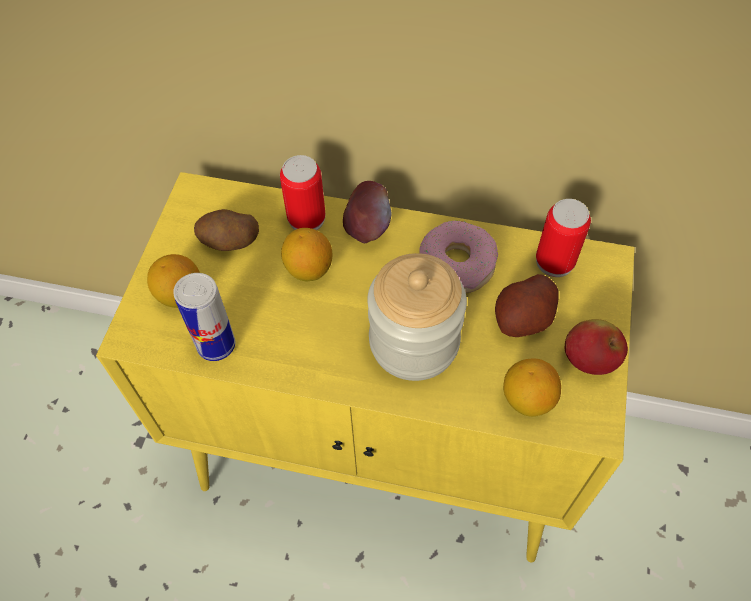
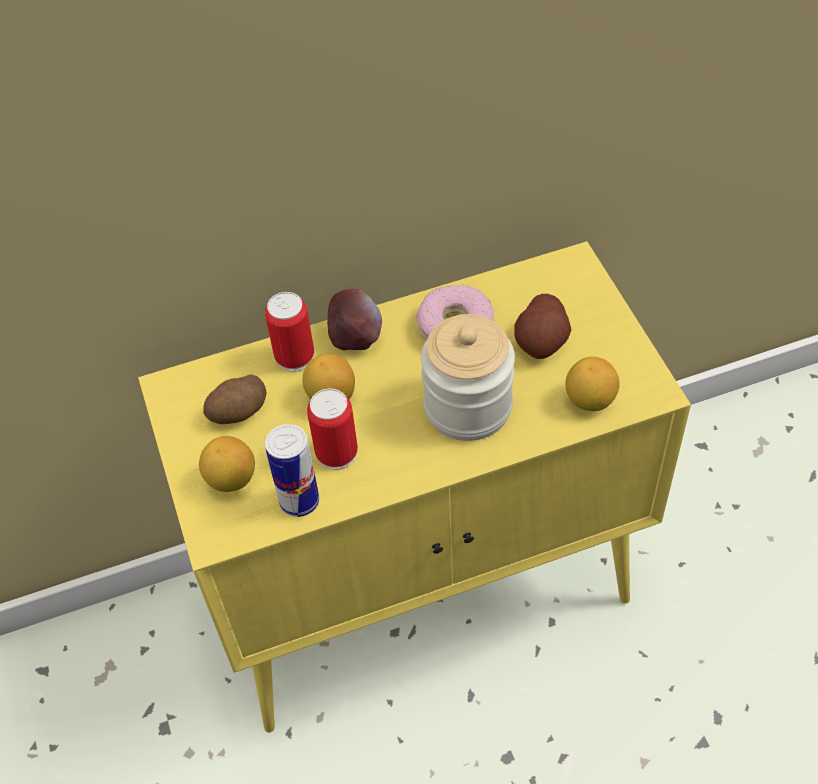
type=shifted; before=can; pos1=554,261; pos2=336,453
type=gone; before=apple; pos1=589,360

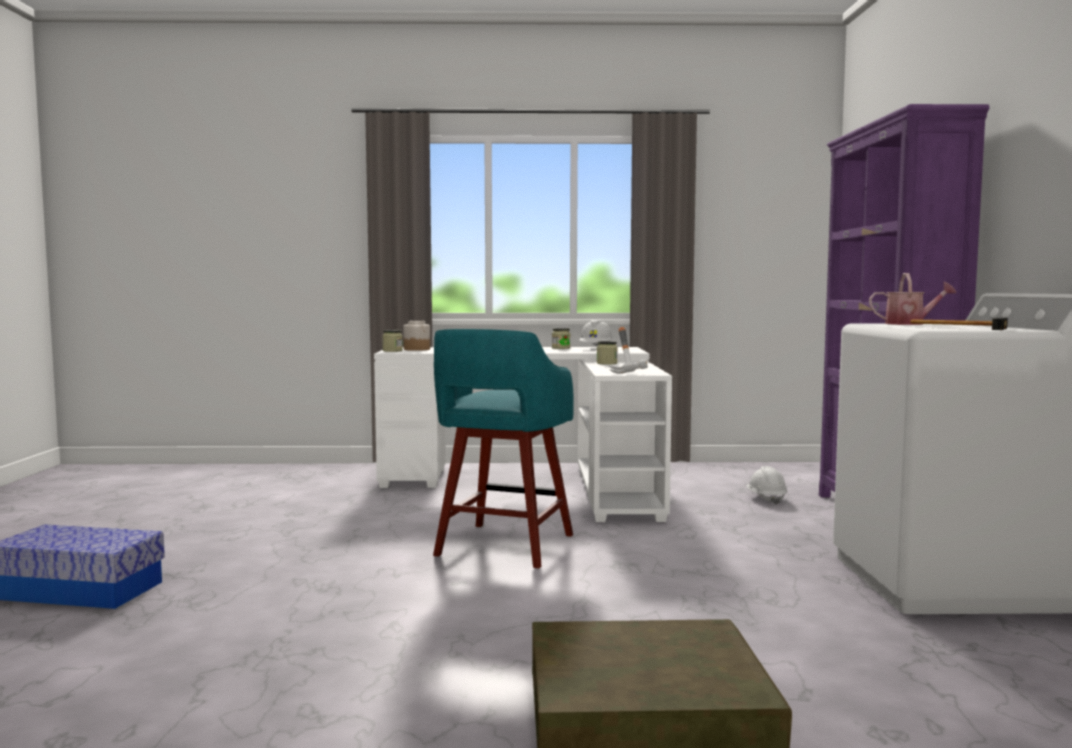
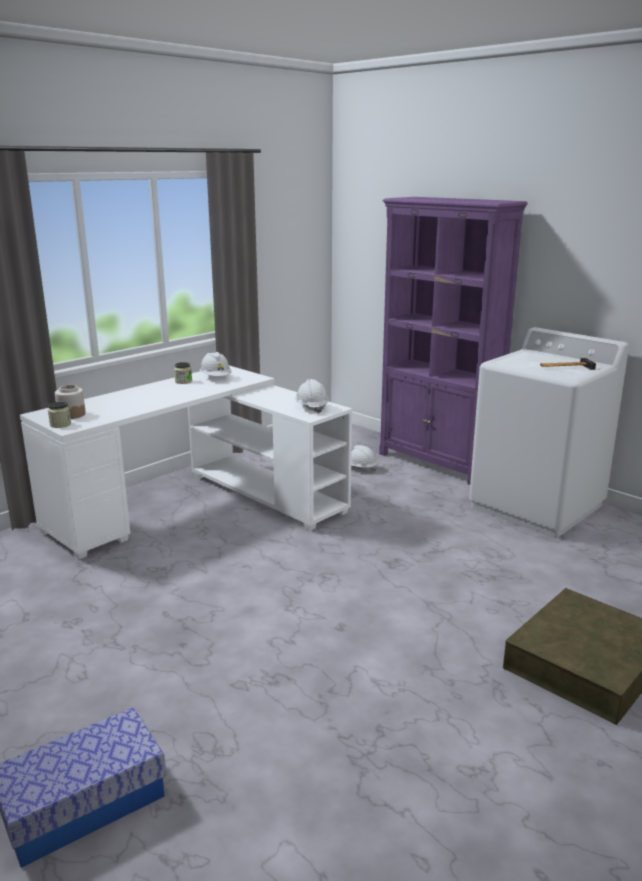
type=swapped; before=hand hammer; after=whitish hard hat; pos1=630,371; pos2=311,407
type=gone; before=turquoise stool; pos1=503,546
type=gone; before=jar; pos1=607,363
type=gone; before=watering pot; pos1=910,324

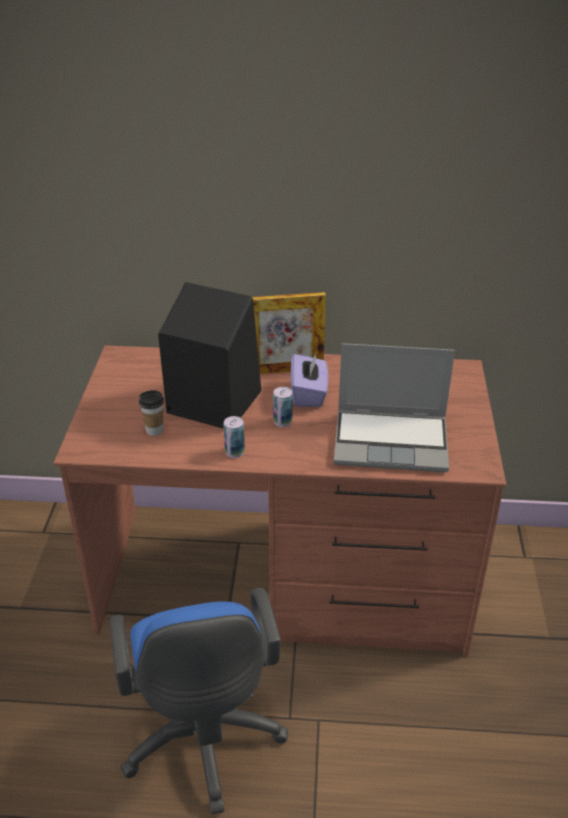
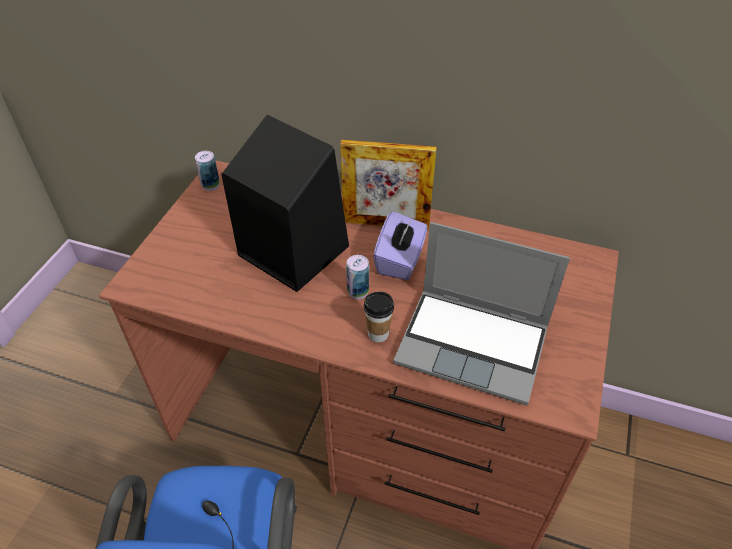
type=shifted; before=can; pos1=234,452; pos2=210,185
type=shifted; before=drinking cup; pos1=154,430; pos2=378,334

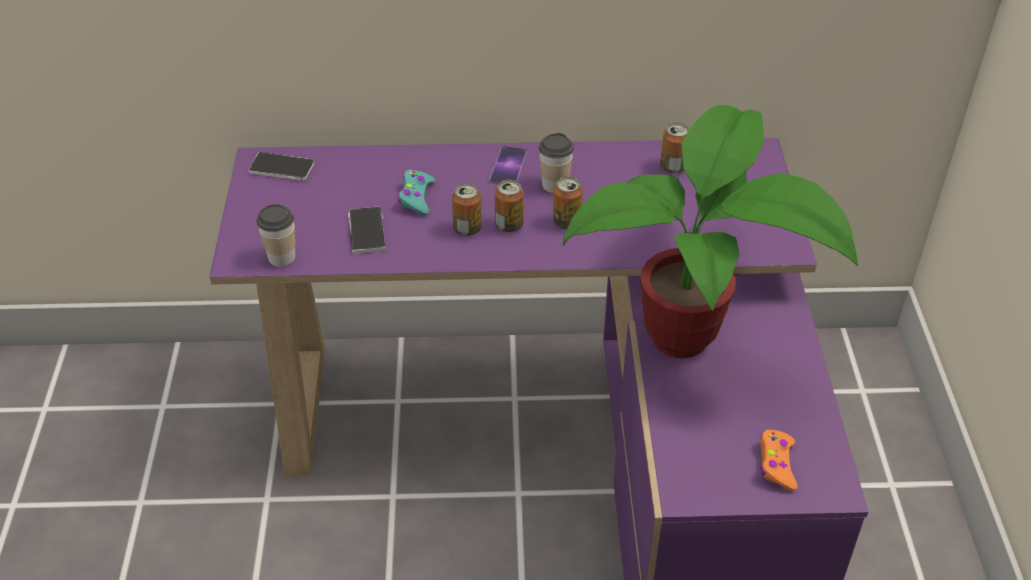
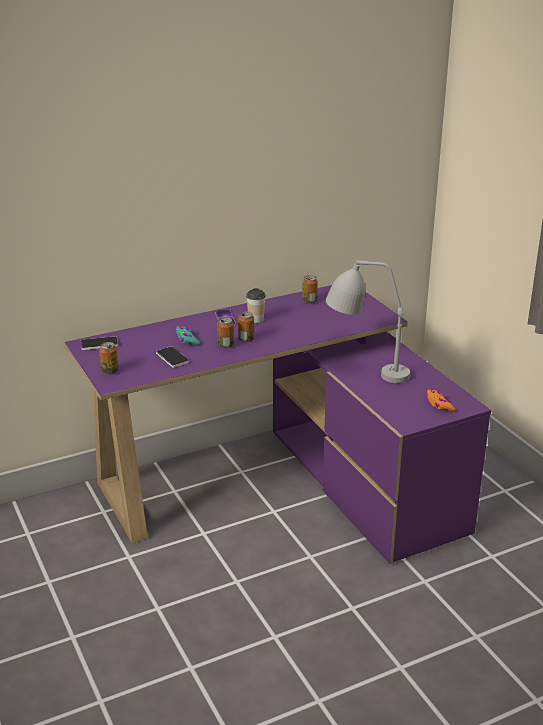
type=shifted; before=can; pos1=567,222; pos2=109,371
type=swapped; before=plant in a pot; after=grey tabletop lamp; pos1=692,341; pos2=363,371
type=gone; before=drinking cup; pos1=282,257

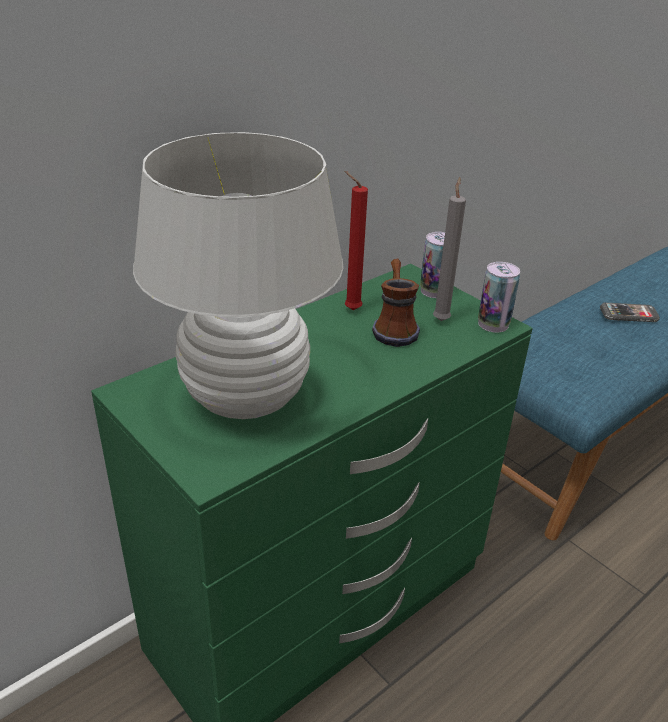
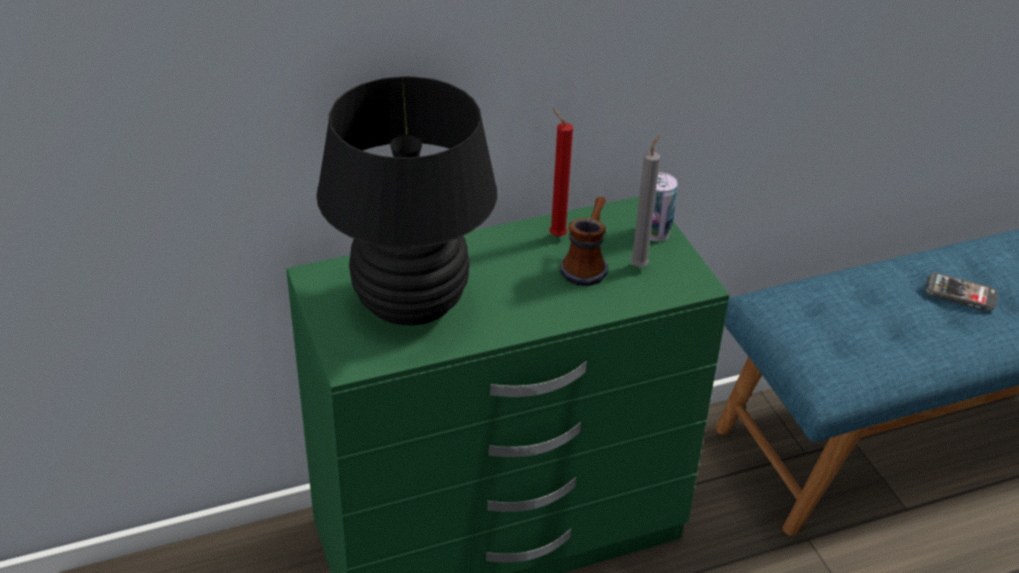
type=repainted; before=whitish tabletop lamp; after=black-coloured tabletop lamp; pos1=245,398; pos2=410,305
type=gone; before=can; pos1=493,324

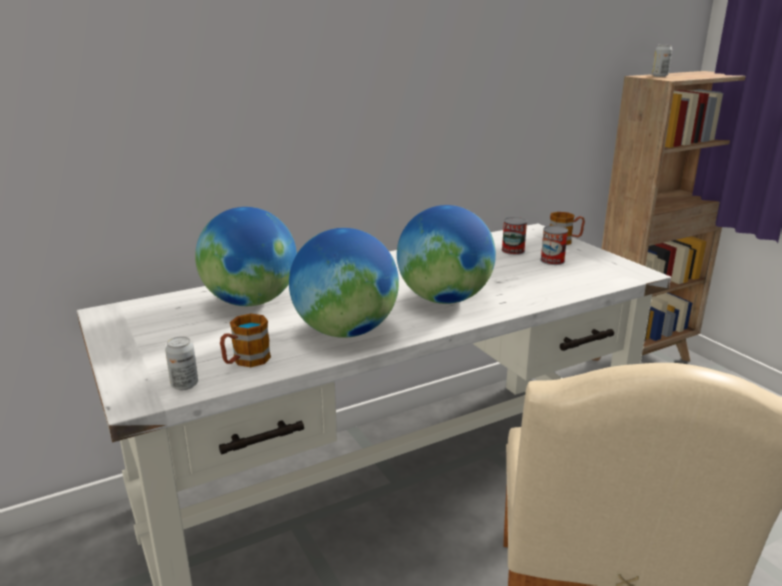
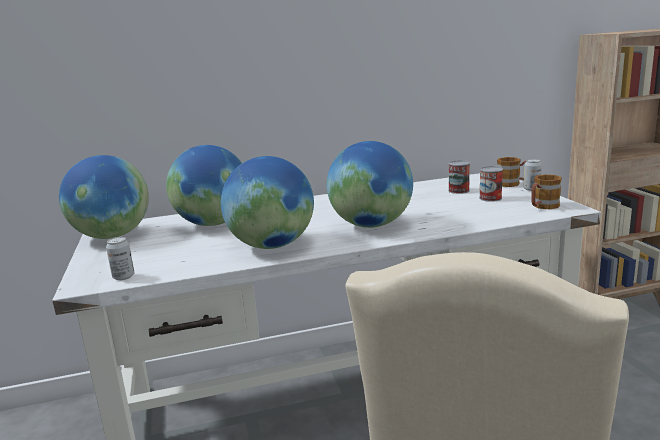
type=new; after=world globe; pos2=112,236
type=shifted; before=can; pos1=659,76; pos2=531,189
type=shifted; before=mug; pos1=245,361; pos2=542,206

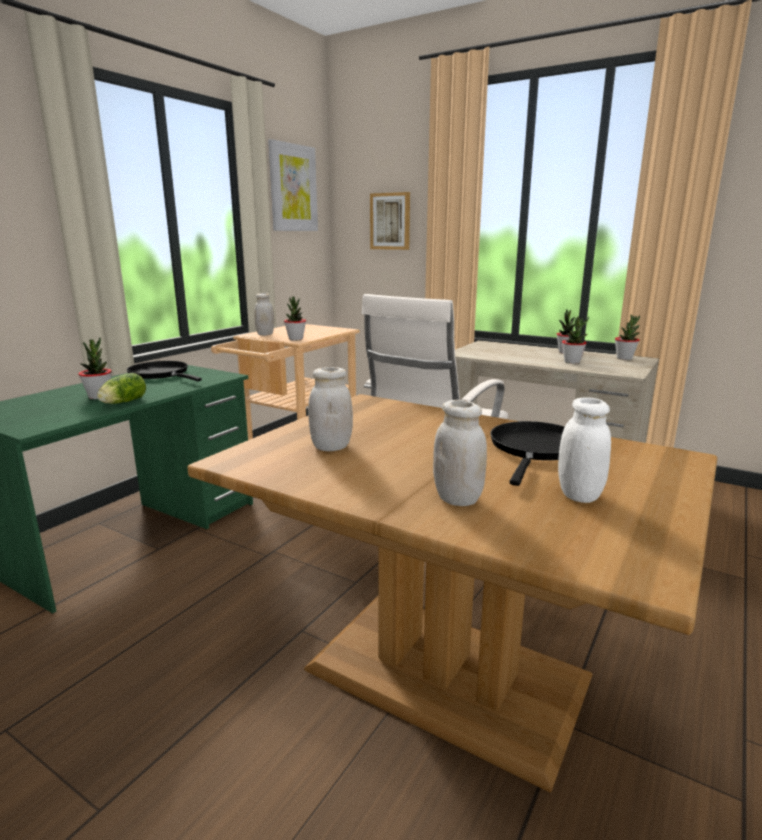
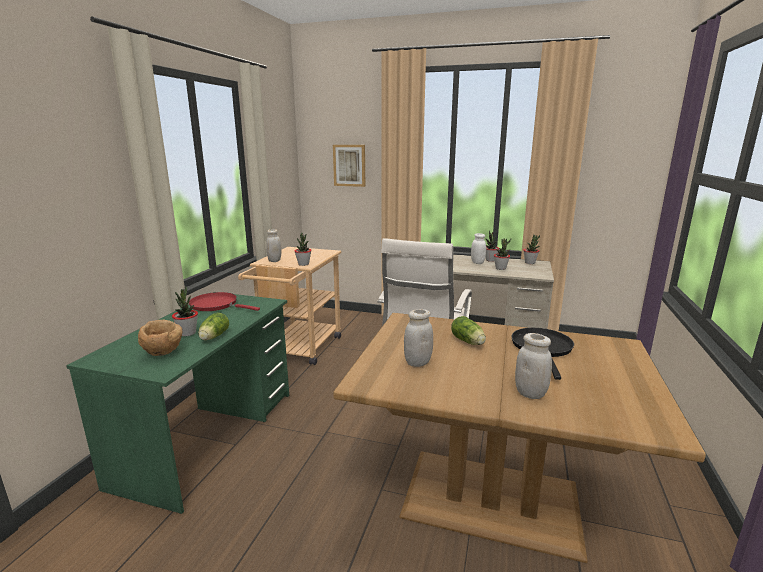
type=new; after=brown serving bowl; pos2=163,353
type=repainted; before=black-coloured pan; after=reddish pan; pos1=161,374; pos2=217,305
type=new; after=lettuce; pos2=468,342
type=shifted; before=whitish jar; pos1=579,495; pos2=477,263
type=gone; before=wall picture; pos1=293,188

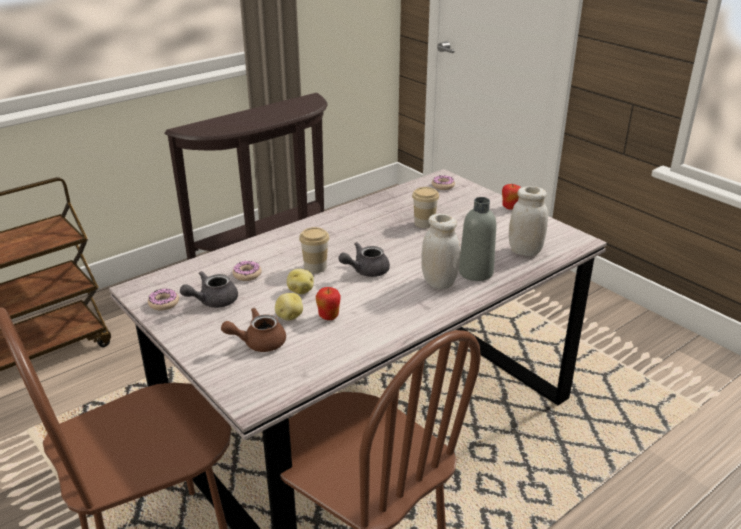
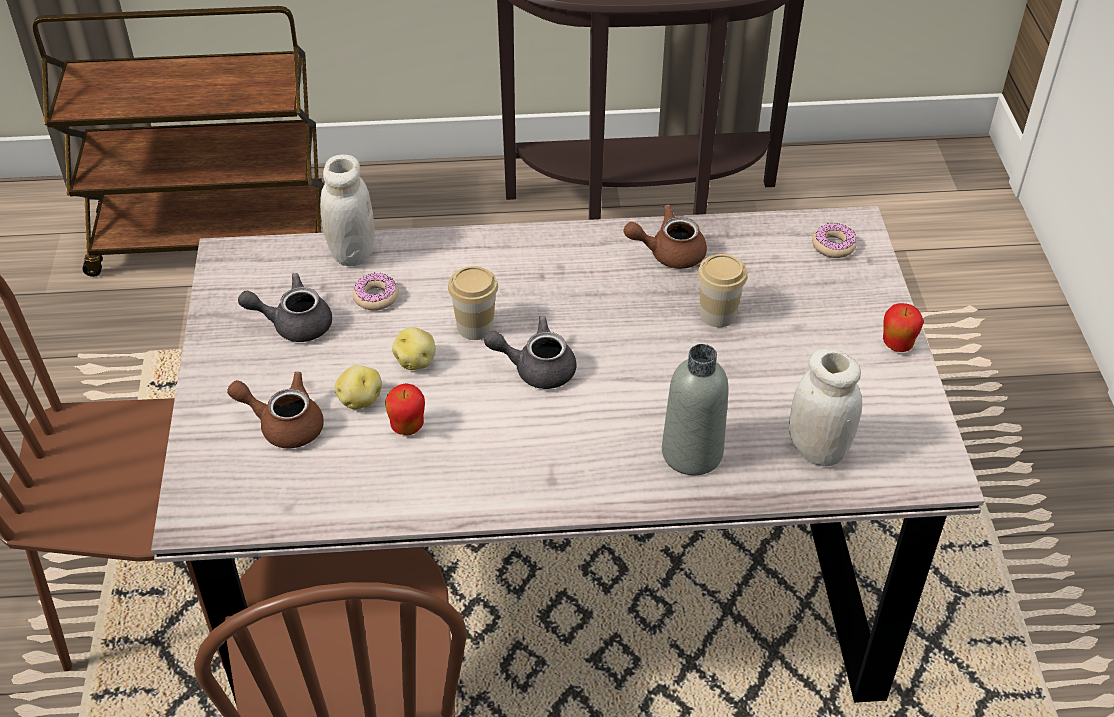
type=shifted; before=whitish jar; pos1=439,282; pos2=352,253
type=new; after=brown pot for tea; pos2=668,253
type=gone; before=doughnut; pos1=164,303

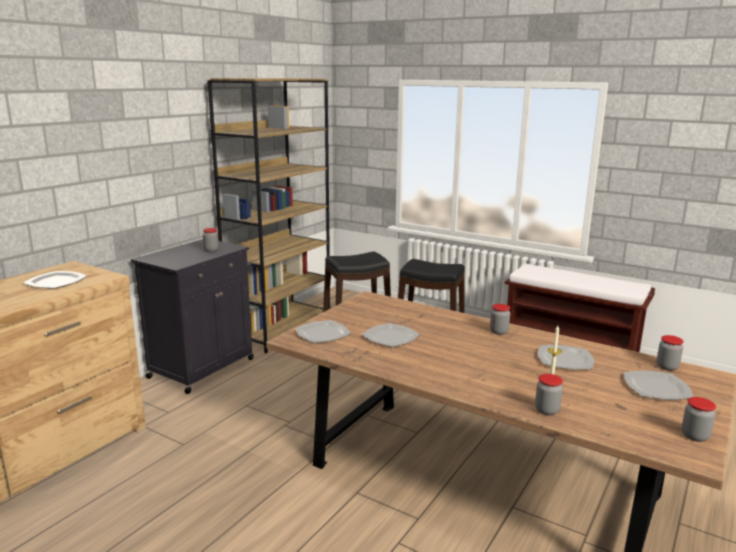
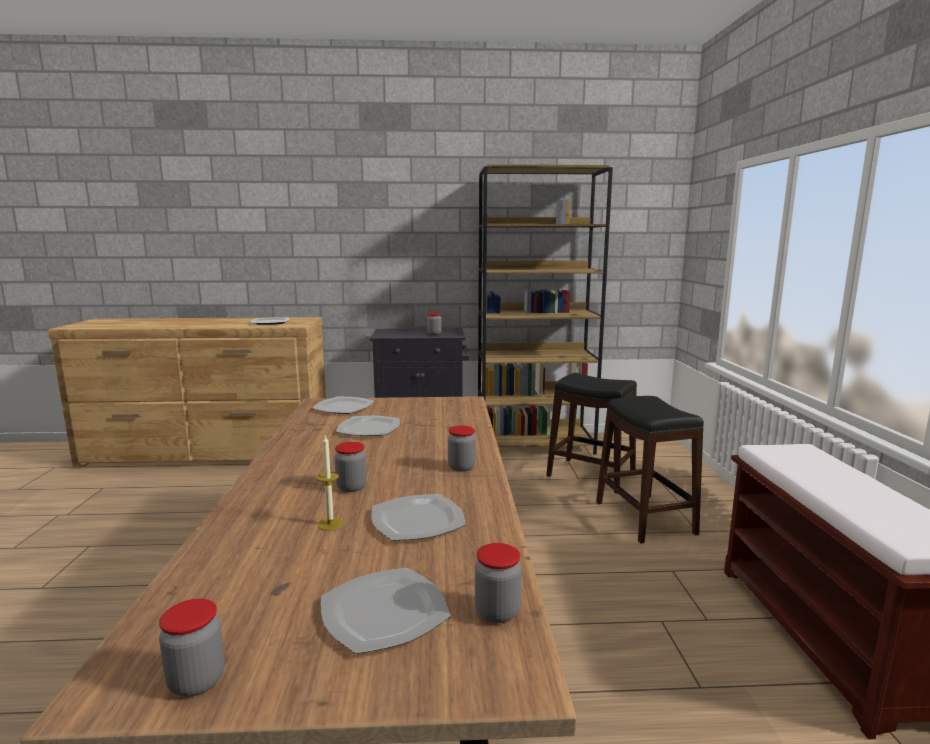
type=shifted; before=jar; pos1=547,410; pos2=351,487

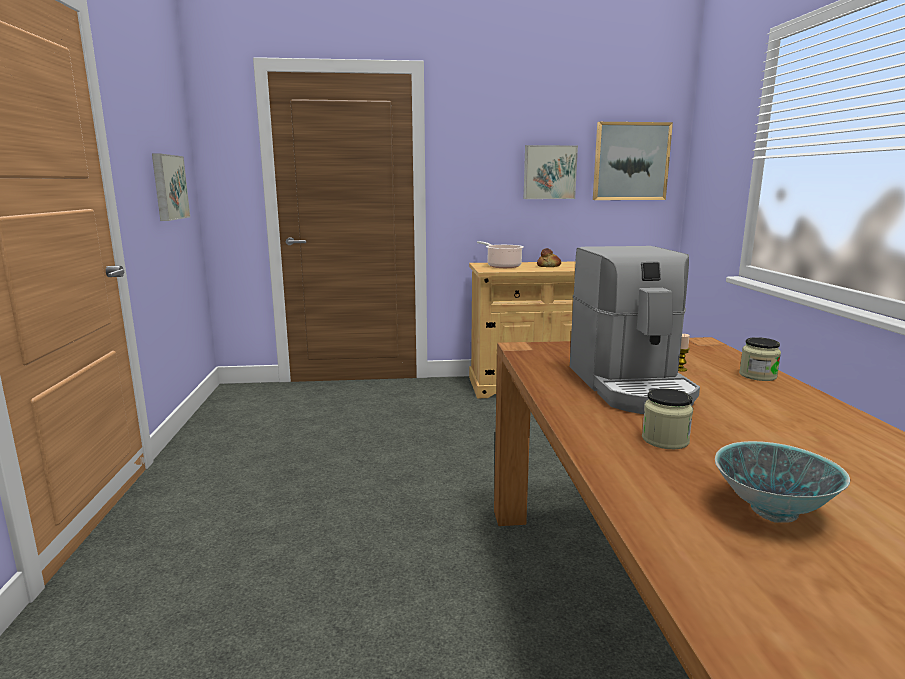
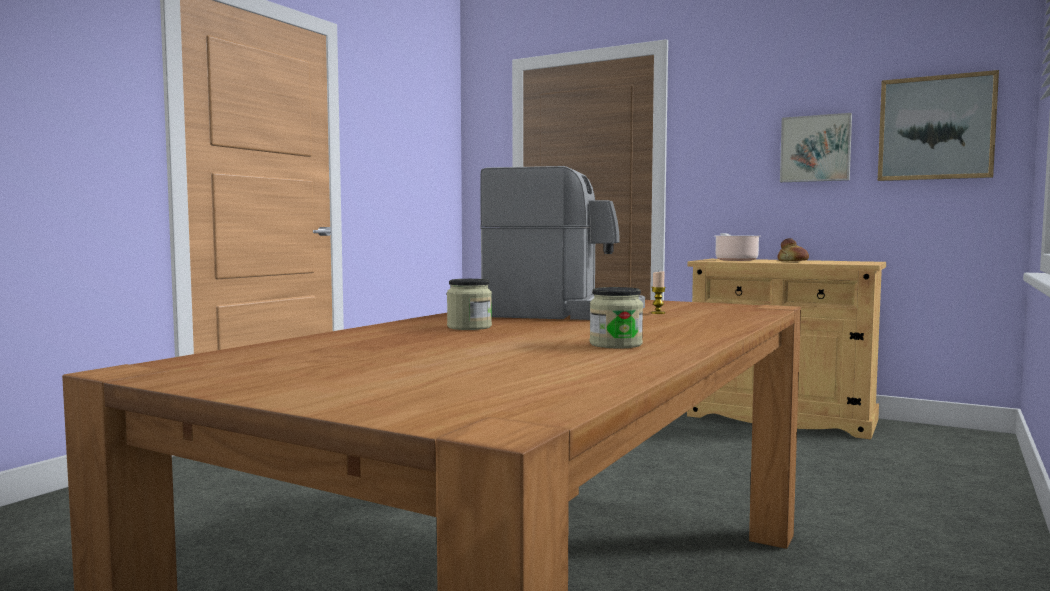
type=rotated; before=coffee maker; pos1=631,387; pos2=563,313; turn=-105
type=shifted; before=jar; pos1=757,376; pos2=615,344
type=gone; before=wall picture; pos1=168,187
type=gone; before=serving bowl; pos1=773,511

